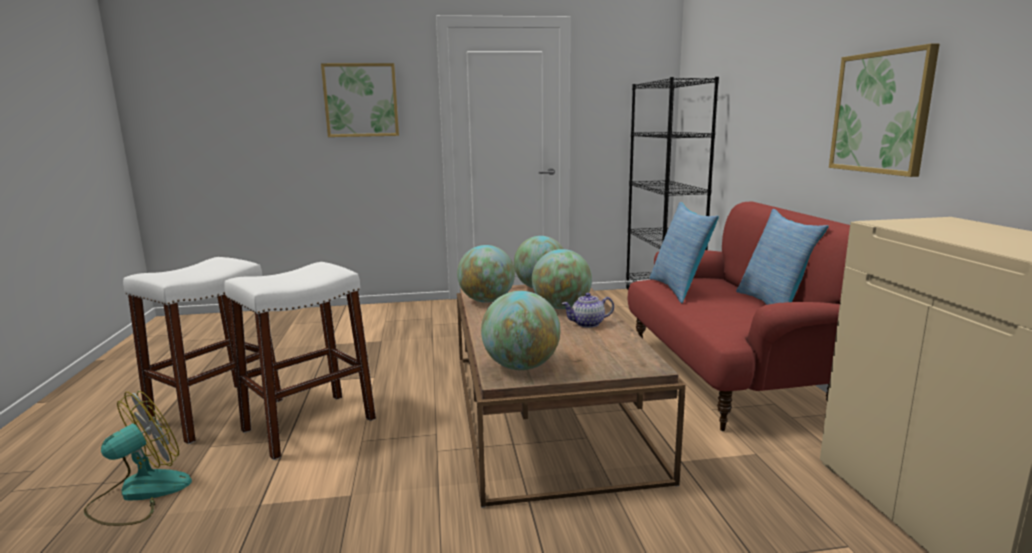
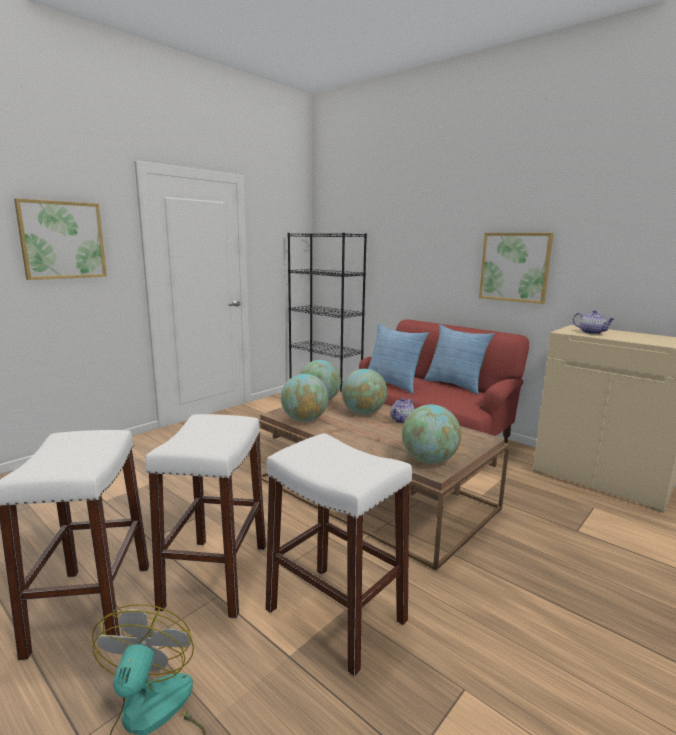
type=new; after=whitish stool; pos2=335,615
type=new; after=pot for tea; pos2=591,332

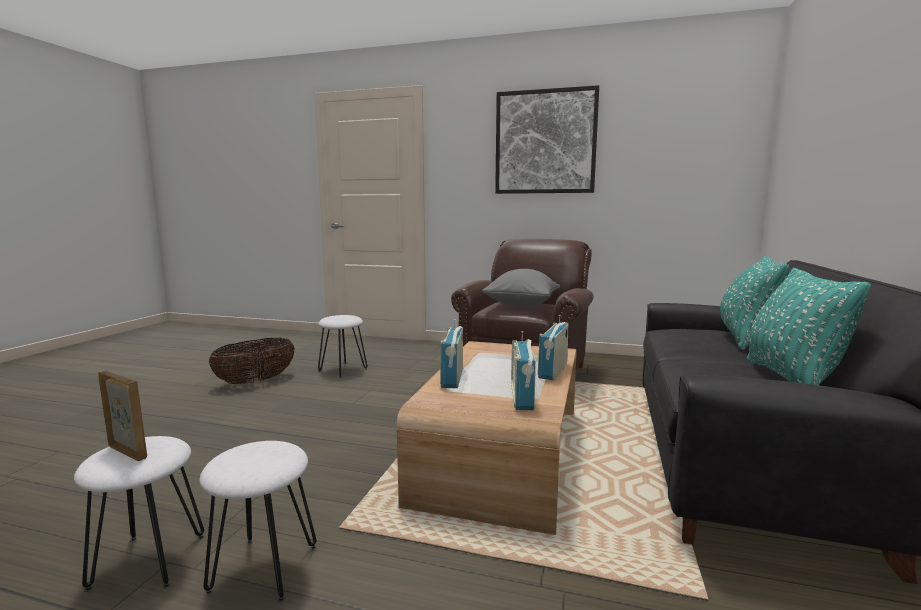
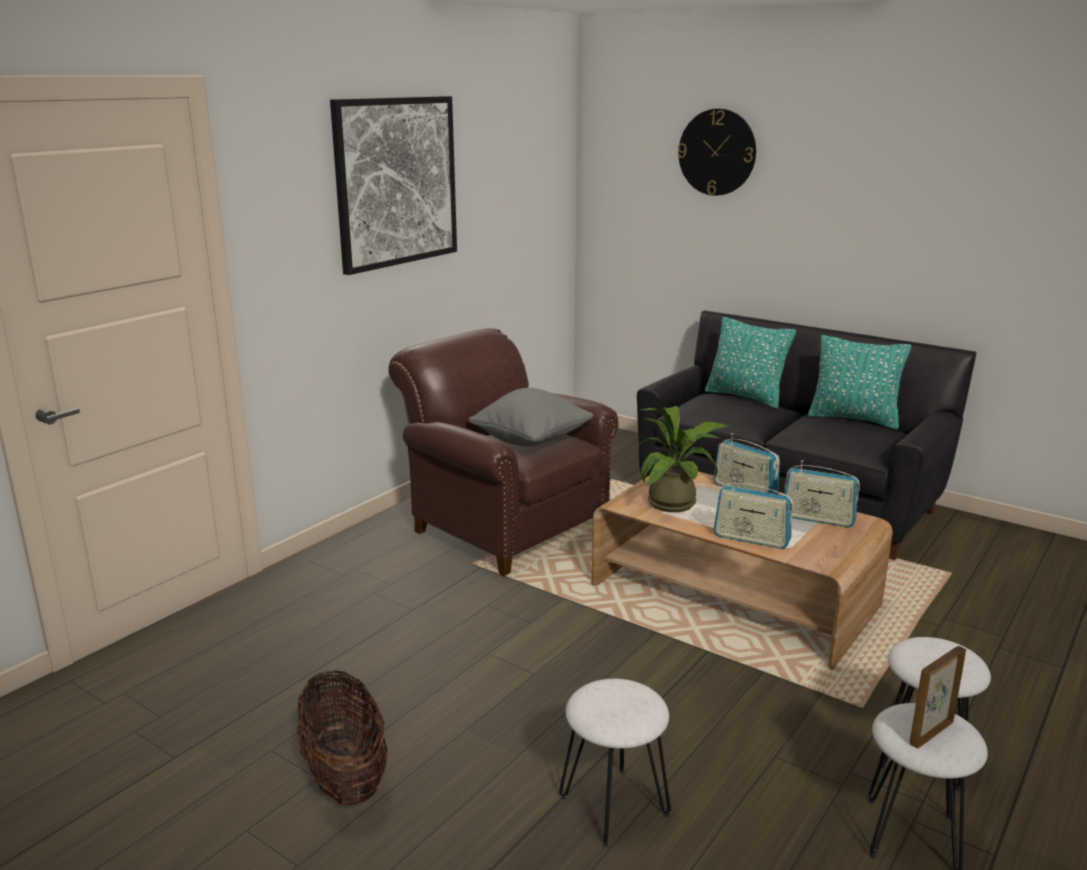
type=shifted; before=whitish stool; pos1=343,369; pos2=613,805
type=new; after=plant in a pot; pos2=678,503
type=new; after=wall clock; pos2=717,152

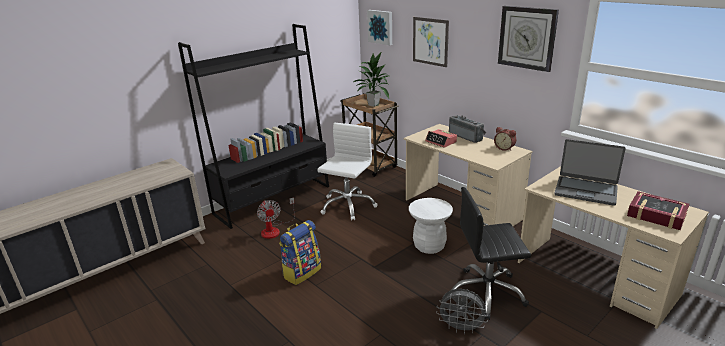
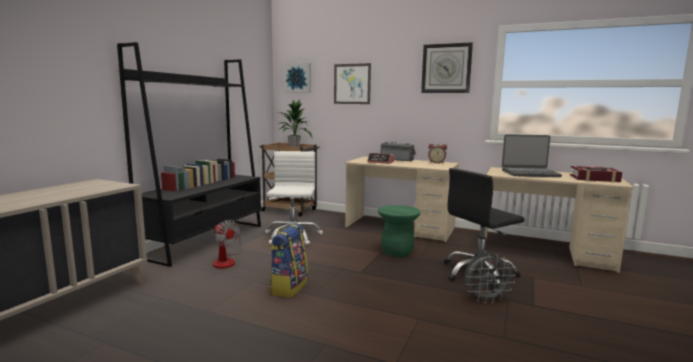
type=repainted; before=whitish stool; after=green stool; pos1=429,246; pos2=397,252

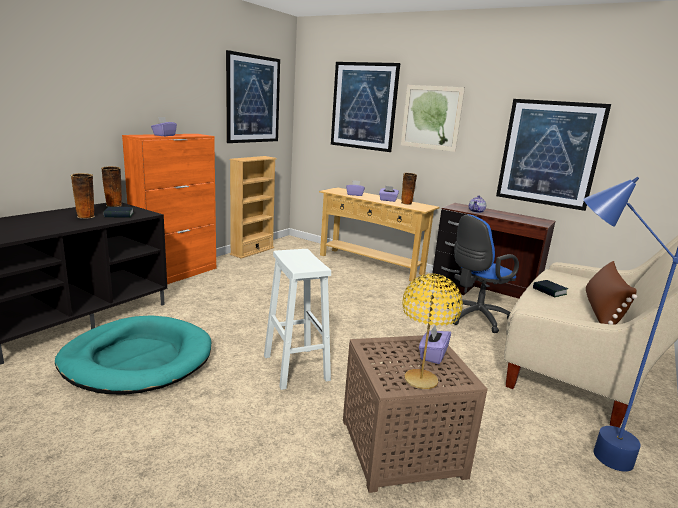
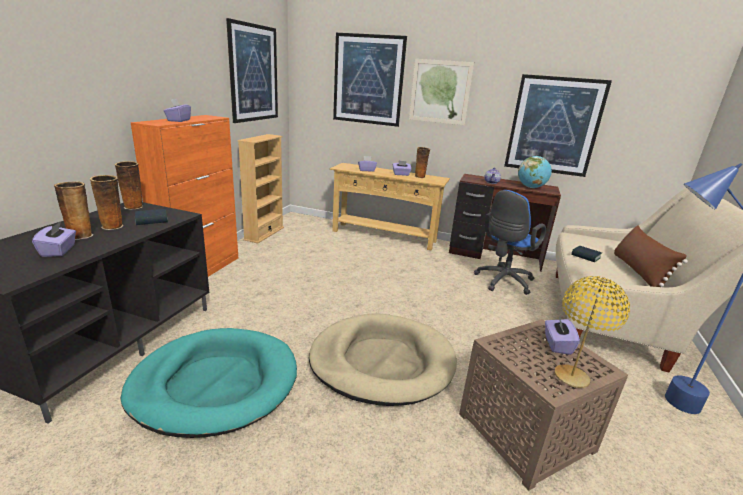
type=new; after=purple-coloured box of tissues; pos2=59,250
type=new; after=vase; pos2=81,235
type=swapped; before=whitish stool; after=sand-coloured pet bed; pos1=295,367; pos2=381,362
type=new; after=world globe; pos2=531,187

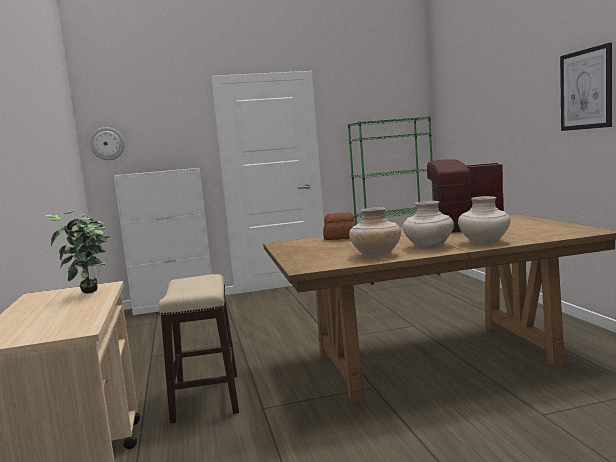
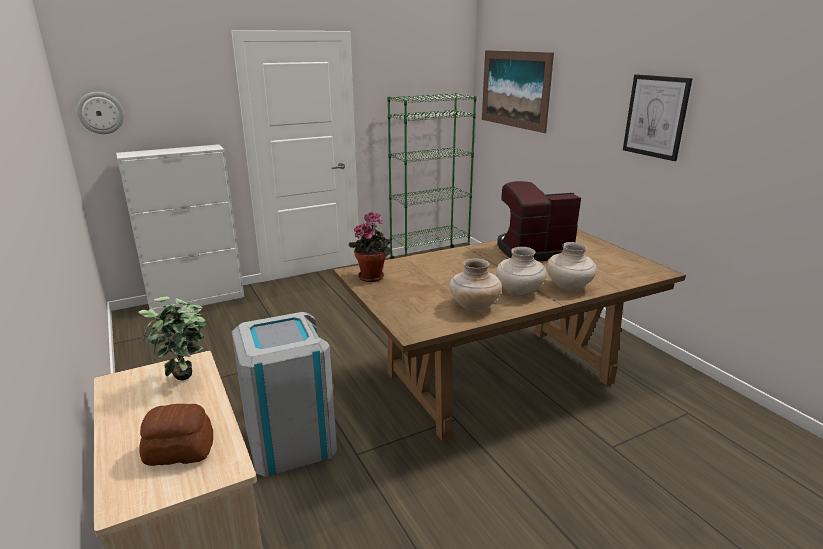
type=shifted; before=bakery bread; pos1=340,238; pos2=179,450
type=swapped; before=stool; after=grey waste bin; pos1=206,396; pos2=290,441
type=new; after=plant in a pot; pos2=372,276
type=new; after=wall picture; pos2=515,89

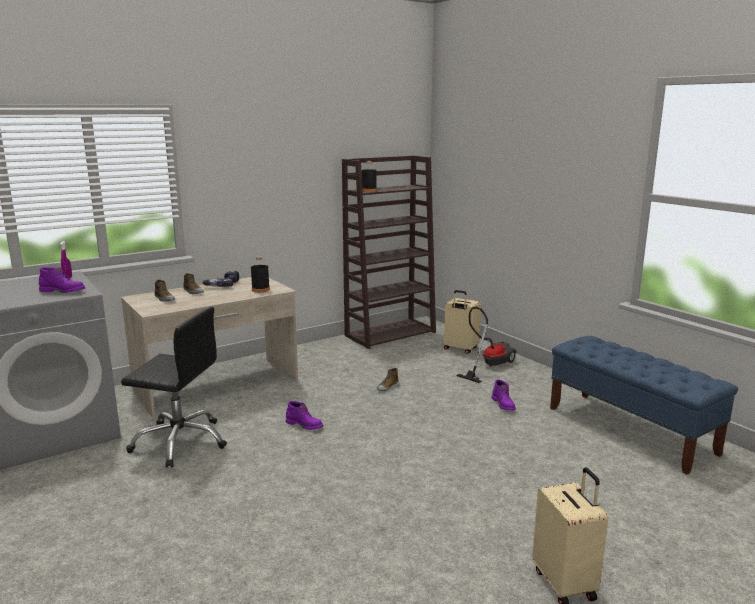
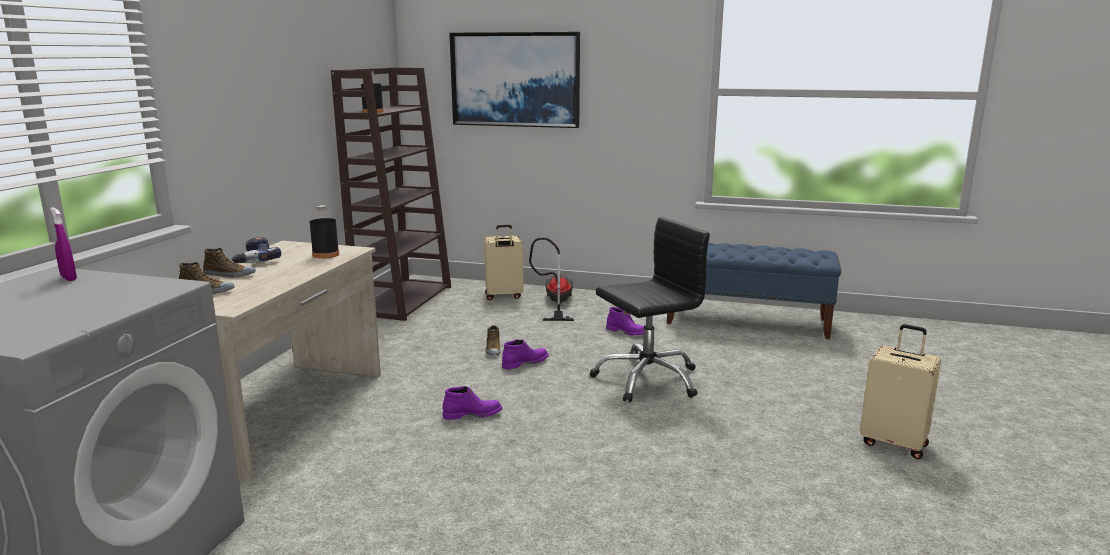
type=new; after=wall picture; pos2=515,79
type=shifted; before=purple-coloured high-top boot; pos1=63,291; pos2=525,363
type=shifted; before=black-coloured computer chair; pos1=180,441; pos2=647,379

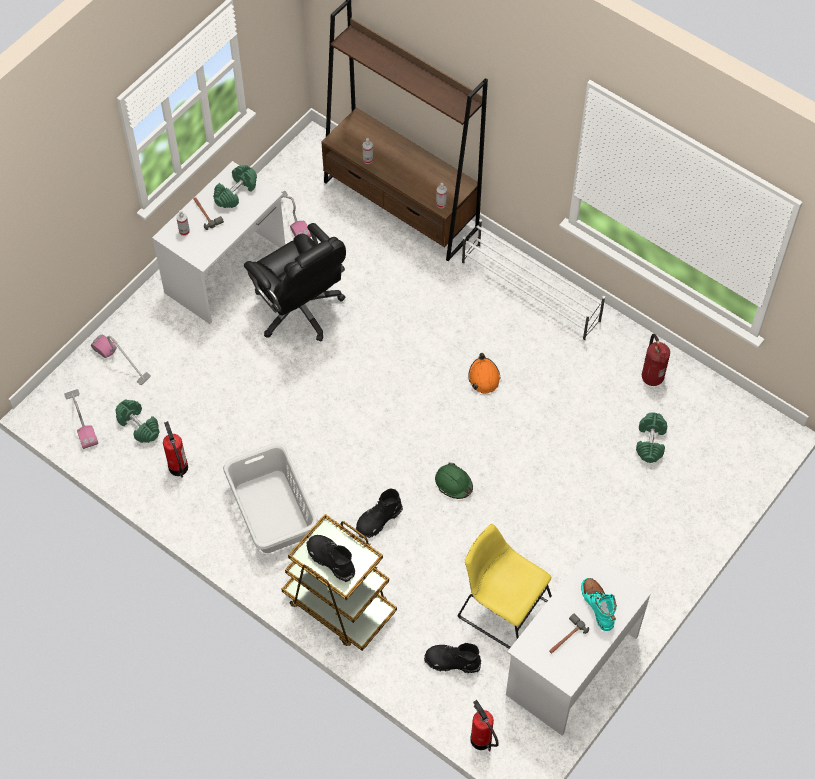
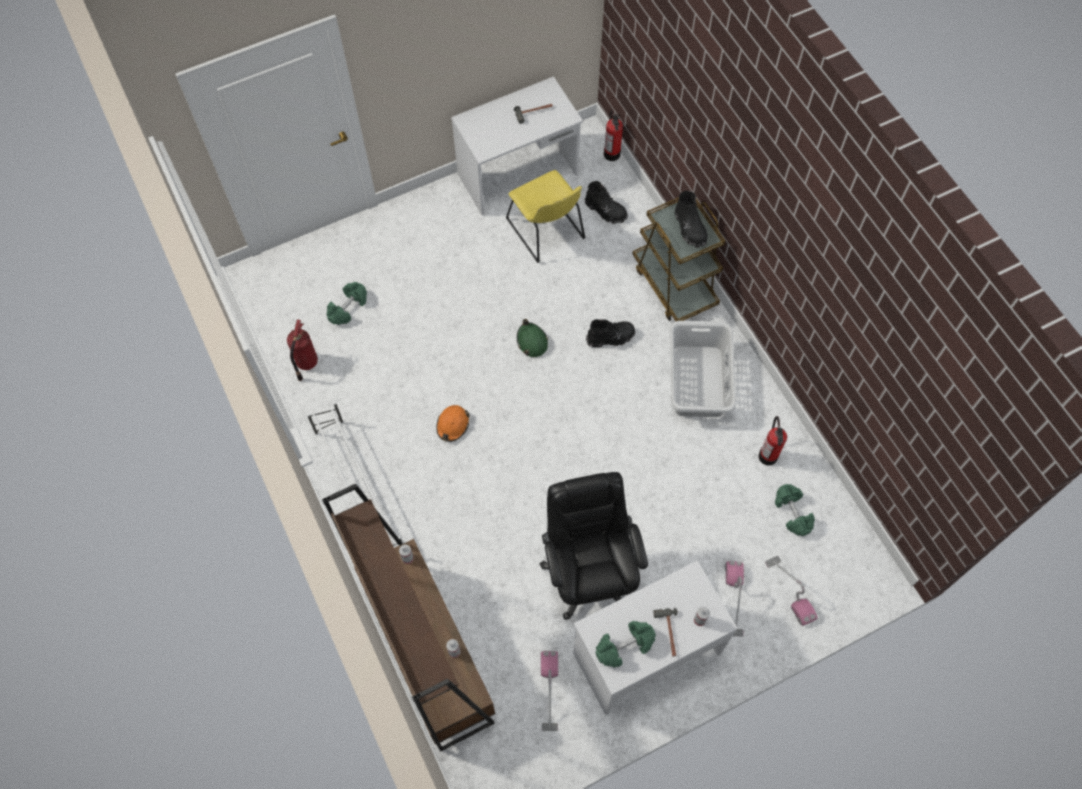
type=shifted; before=hoover; pos1=81,420; pos2=734,599
type=gone; before=turquoise high-top boot; pos1=598,606

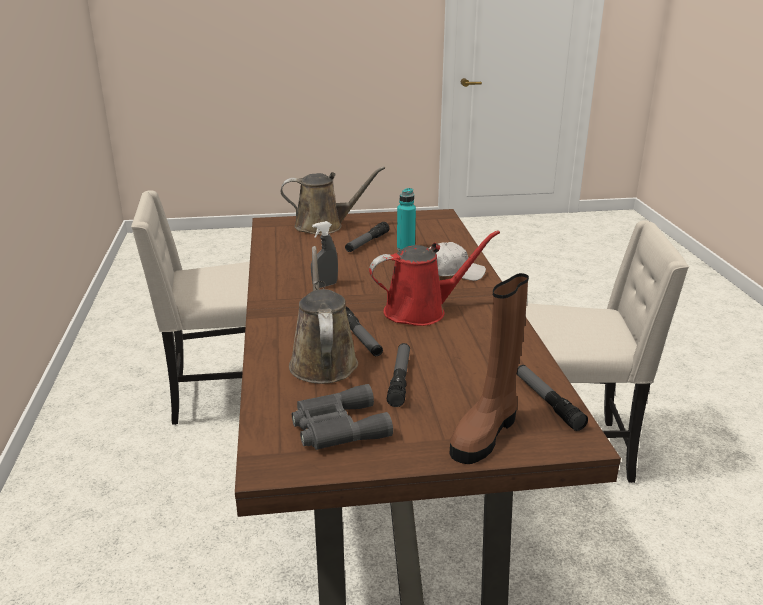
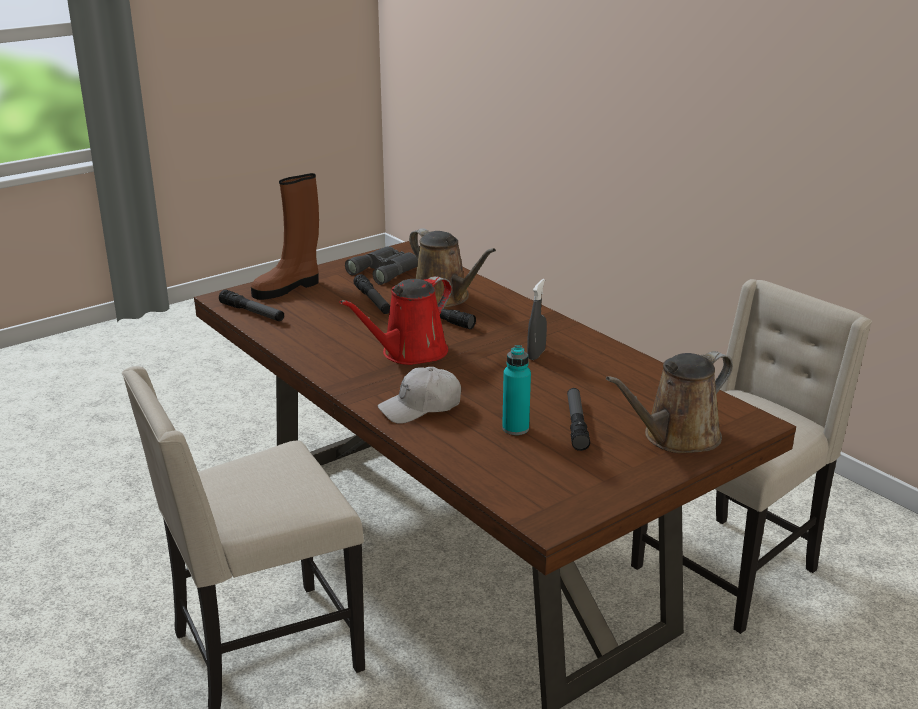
type=rotated; before=brown high-top boot; pos1=485,433; pos2=288,288; turn=-135

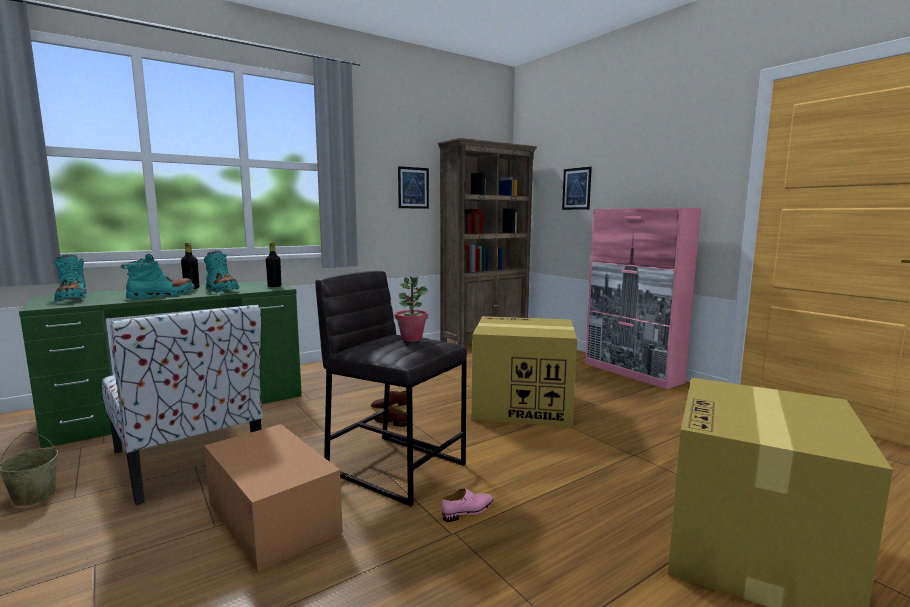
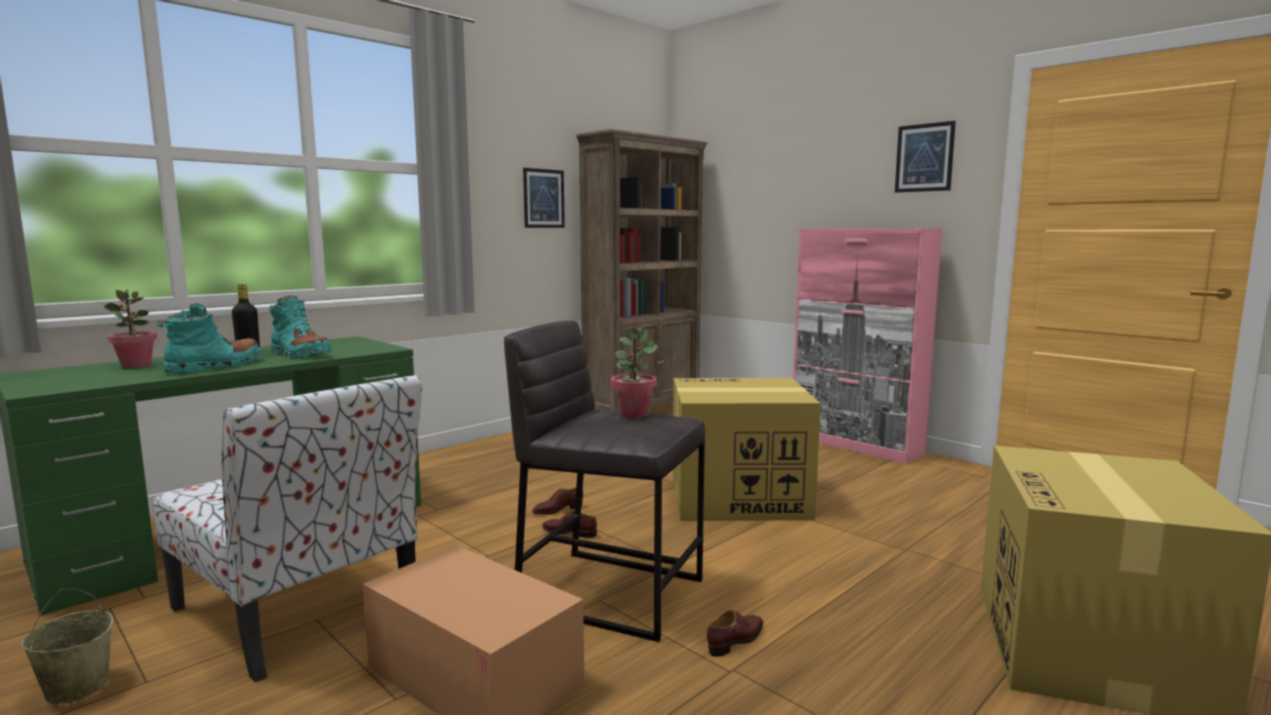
type=new; after=plant in a pot; pos2=136,365
type=repainted; before=pink-coloured shoe; after=brown shoe; pos1=468,511; pos2=736,640
type=shifted; before=wall picture; pos1=576,188; pos2=924,157
type=gone; before=turquoise high-top boot; pos1=72,299
type=gone; before=black-coloured drink bottle; pos1=274,286

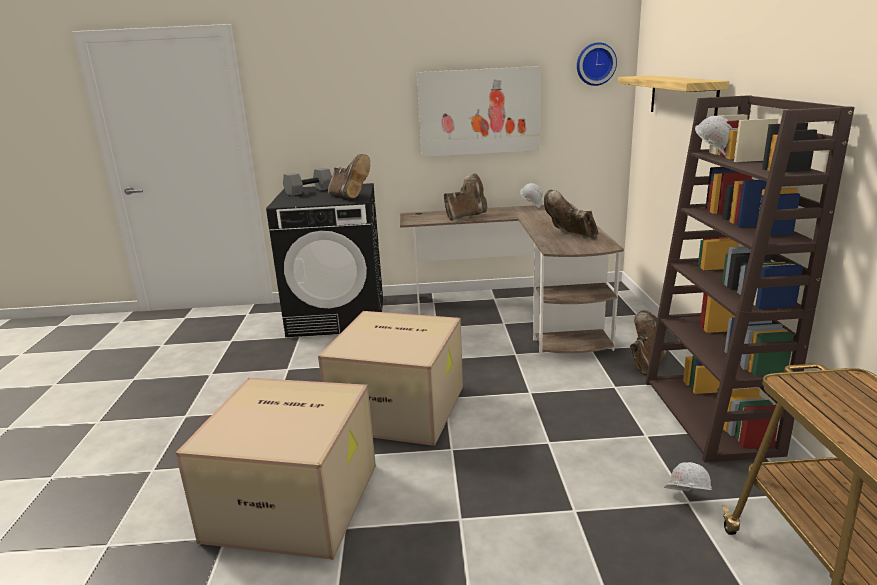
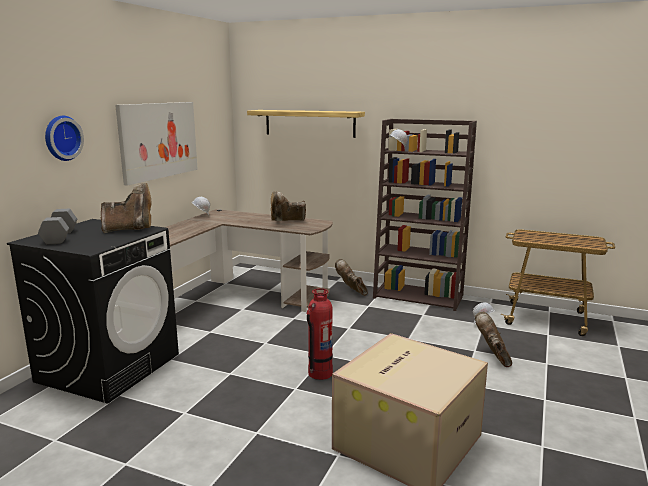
type=shifted; before=wall clock; pos1=595,64; pos2=61,138
type=swapped; before=cardboard box; after=extinguisher; pos1=401,407; pos2=319,373
type=shifted; before=brown high-top boot; pos1=466,216; pos2=493,356

